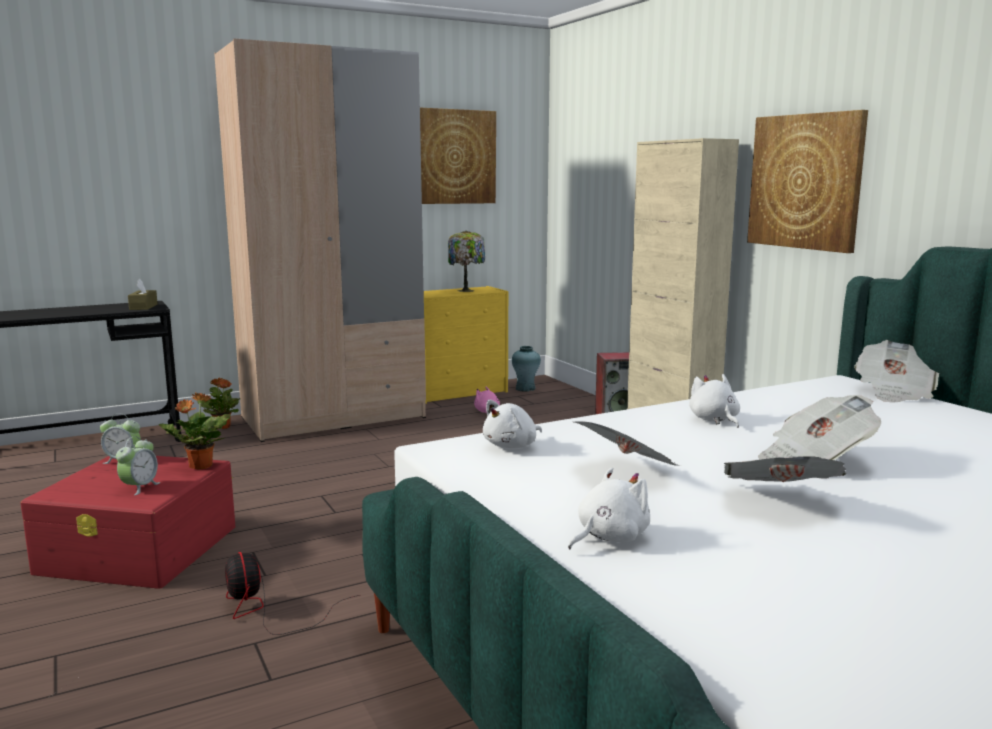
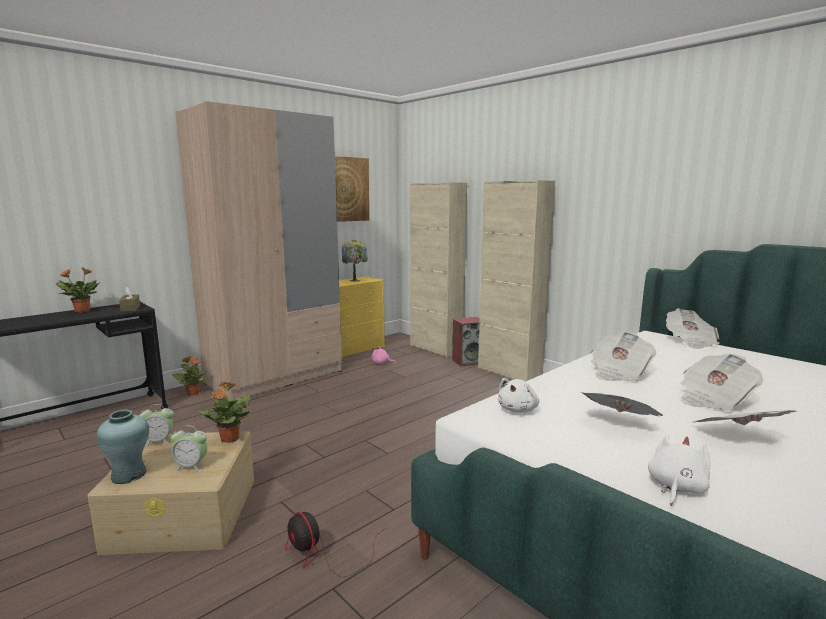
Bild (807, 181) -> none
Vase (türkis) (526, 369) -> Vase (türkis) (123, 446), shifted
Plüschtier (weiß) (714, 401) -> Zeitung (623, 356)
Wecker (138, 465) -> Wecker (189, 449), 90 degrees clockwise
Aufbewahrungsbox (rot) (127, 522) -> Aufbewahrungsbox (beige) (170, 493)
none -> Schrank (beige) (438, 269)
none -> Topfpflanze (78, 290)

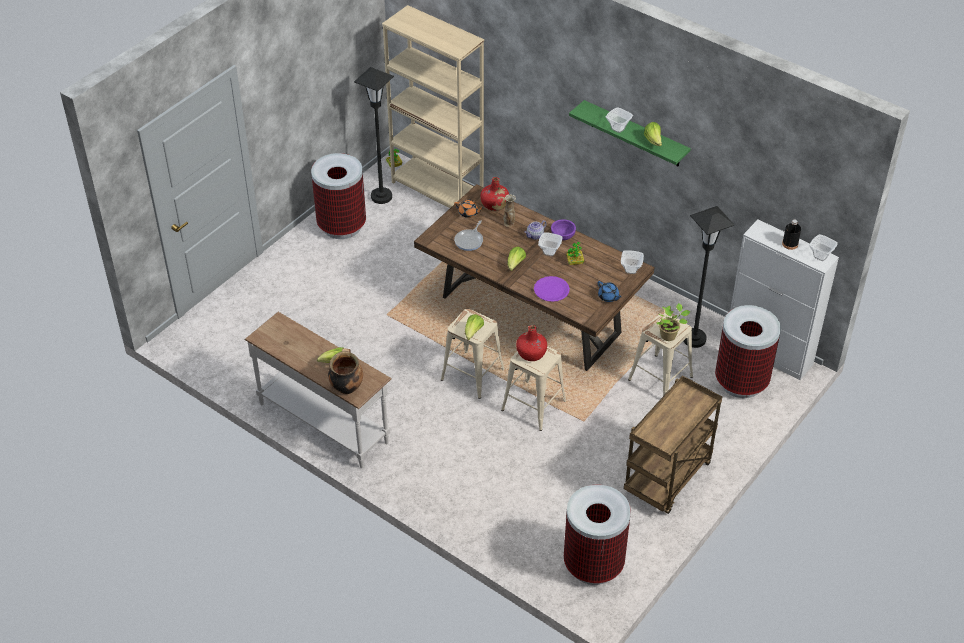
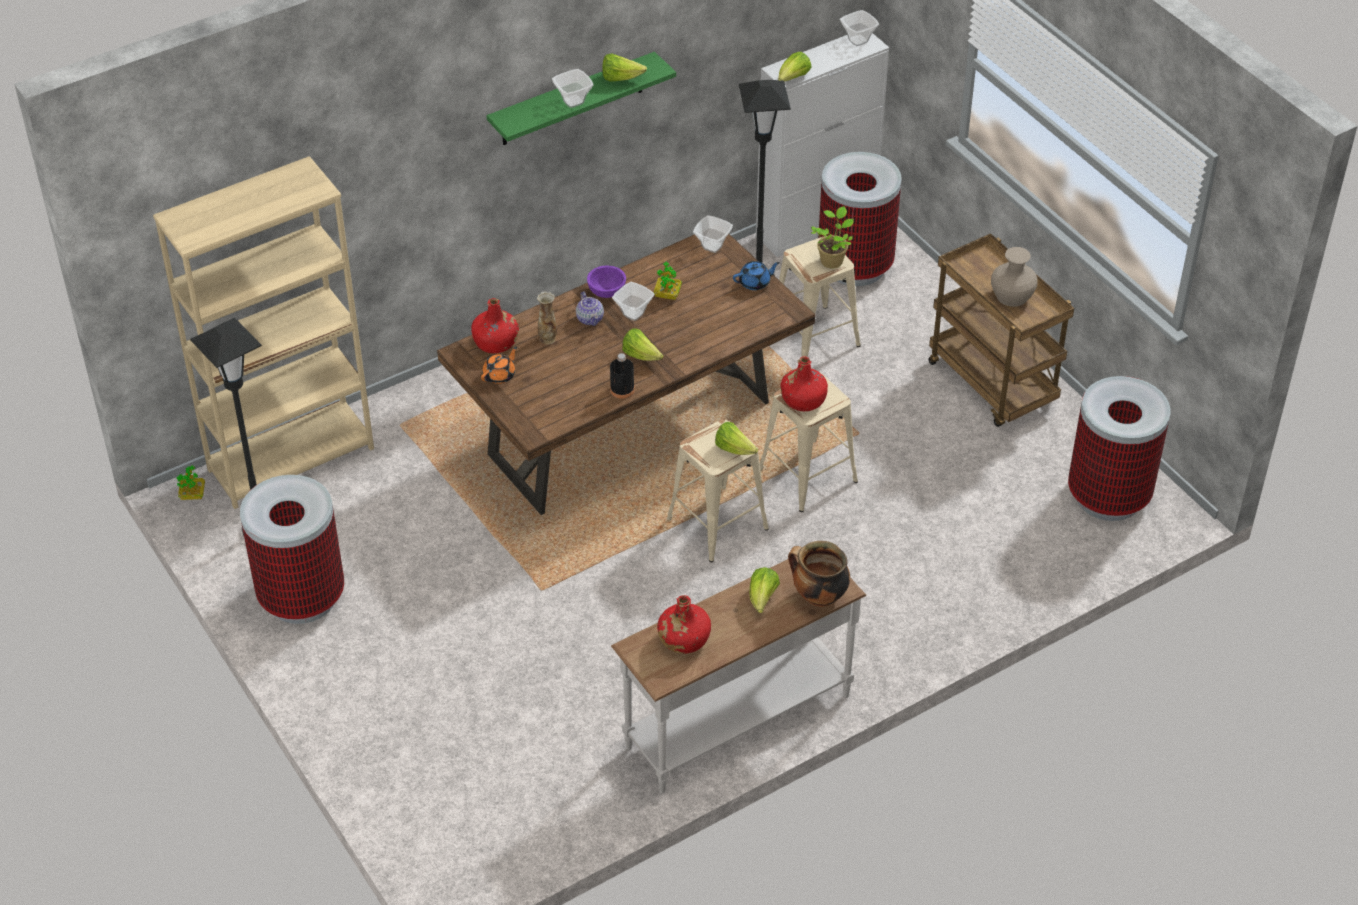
Pfanne (468, 235) -> none
Flasche (schwarz) (791, 235) -> Flasche (schwarz) (622, 376), shifted
Teller (lila) (552, 289) -> none
none -> Salatkopf (794, 67)
none -> Vase (beige) (1014, 277)
none -> Flasche (rot) (684, 624)

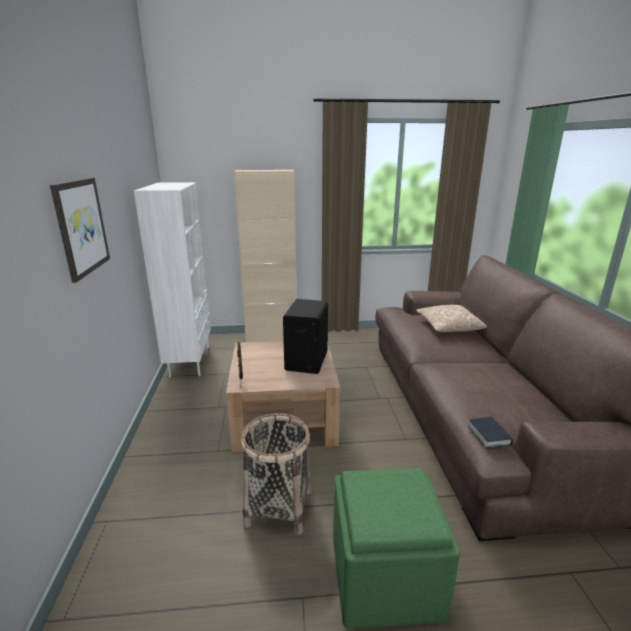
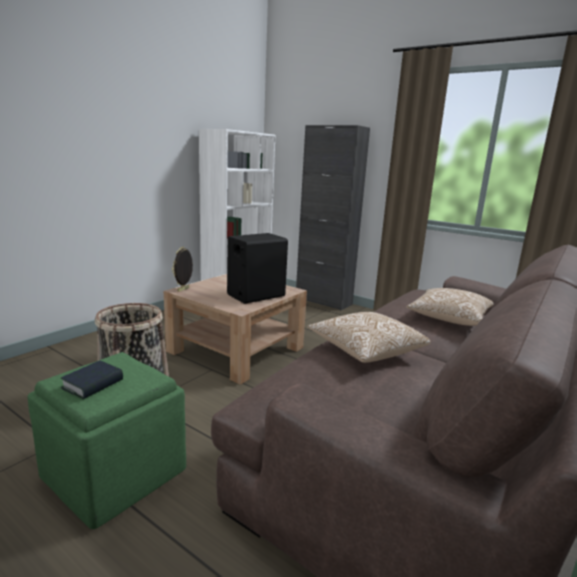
Schrank (beige) (265, 256) -> Schrank (schwarz) (333, 218)
Bild (80, 230) -> none
Buch (490, 433) -> Buch (92, 379), shifted
none -> Kissen (369, 337)

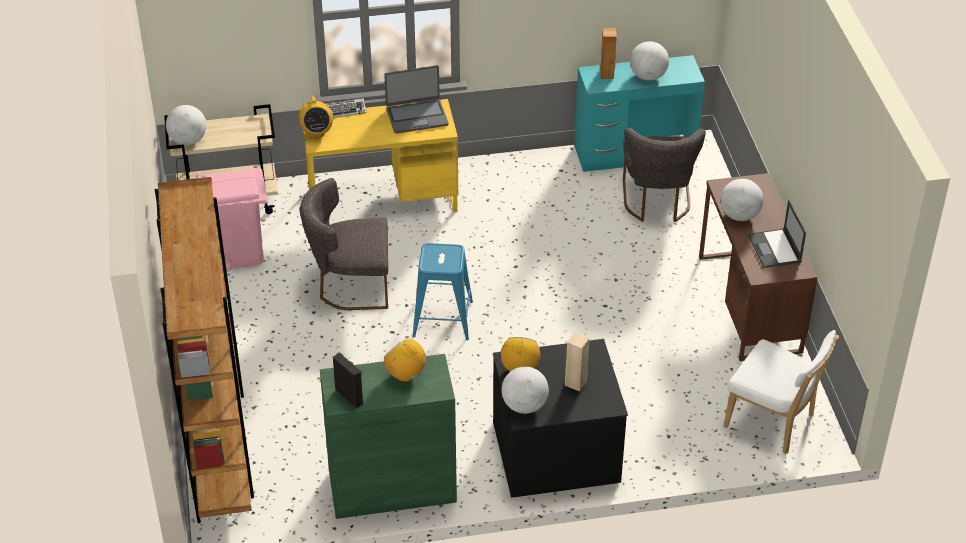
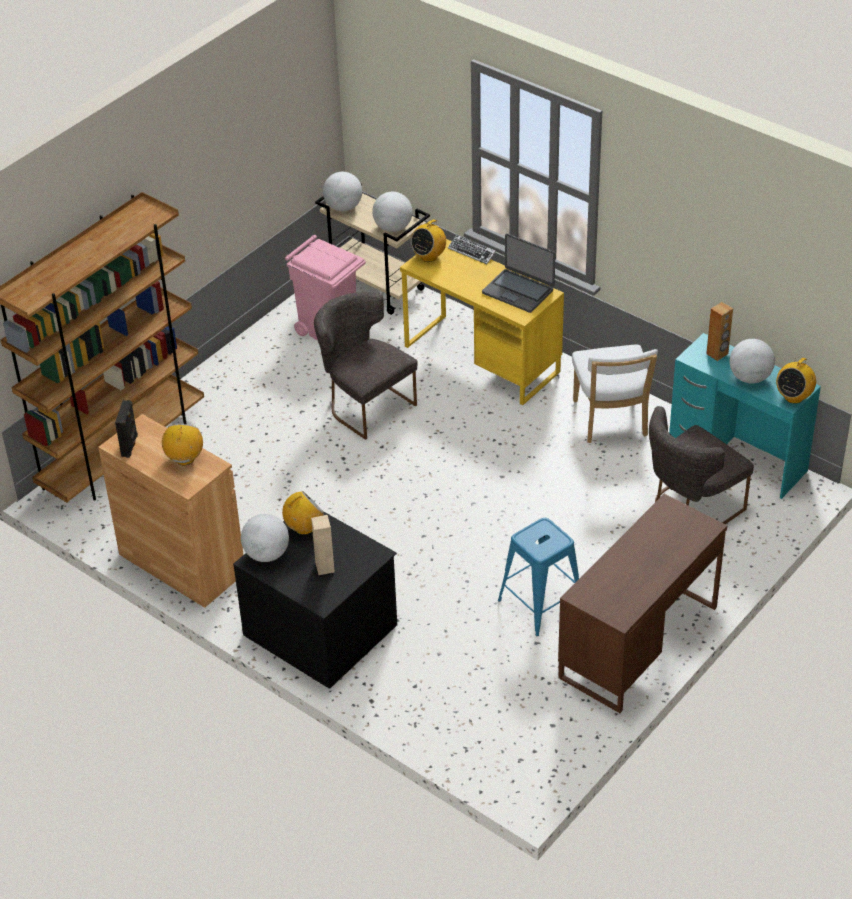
Globus (742, 200) -> Globus (392, 212), shifted
Laptop (777, 234) -> none
Hocker (blau) (442, 291) -> Hocker (blau) (538, 577), shifted
Stuhl (weiß) (781, 392) -> Stuhl (weiß) (615, 394), shifted
Schrank (grün) (388, 436) -> Schrank (braun) (171, 511)
none -> Radio (796, 379)

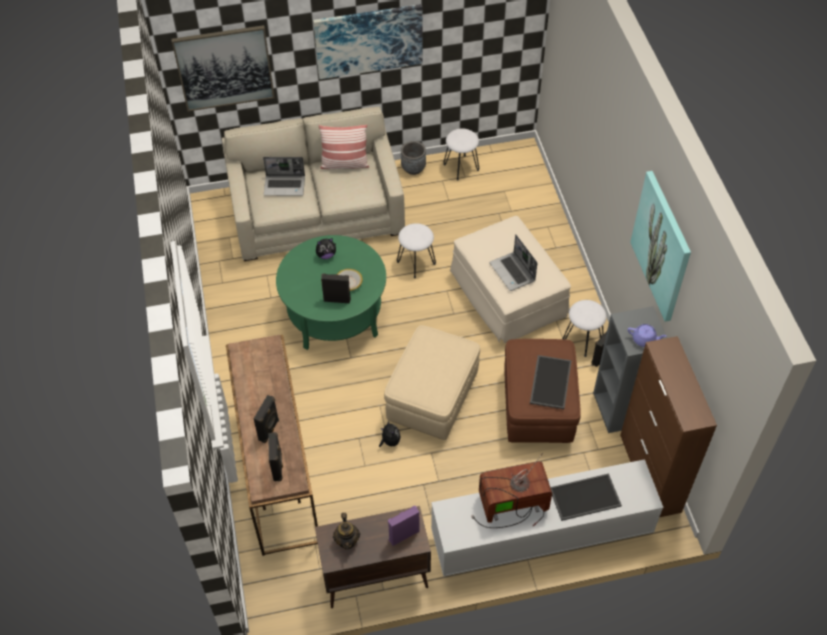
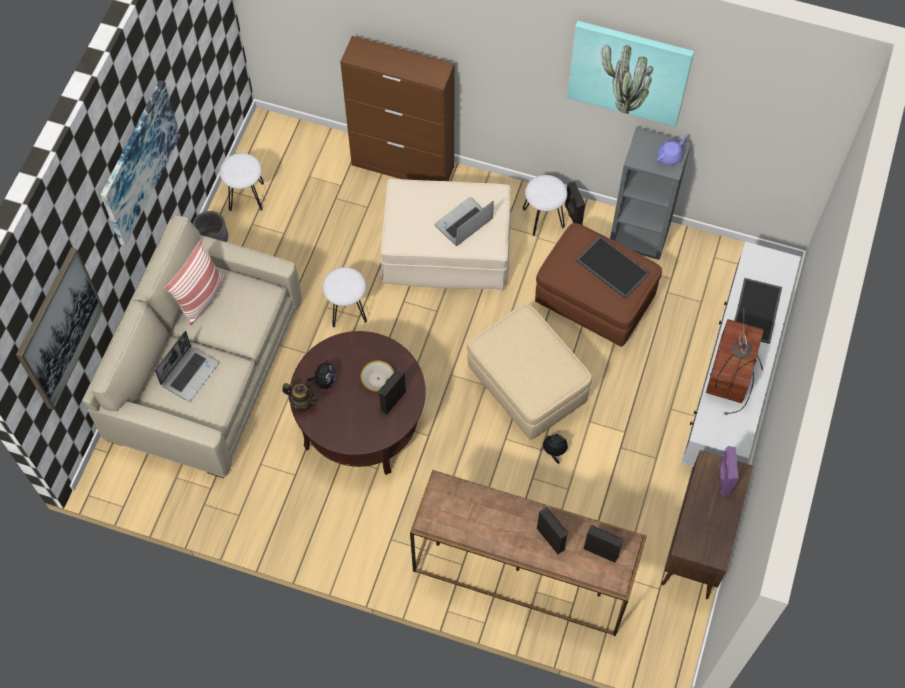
Couchtisch (grün) (331, 292) -> Couchtisch (braun) (357, 403)
Laptop (514, 263) -> Laptop (464, 221), 135 degrees clockwise
Schrank (braun) (668, 426) -> Schrank (braun) (397, 108), shifted
Teekanne (346, 531) -> Teekanne (300, 397), shifted

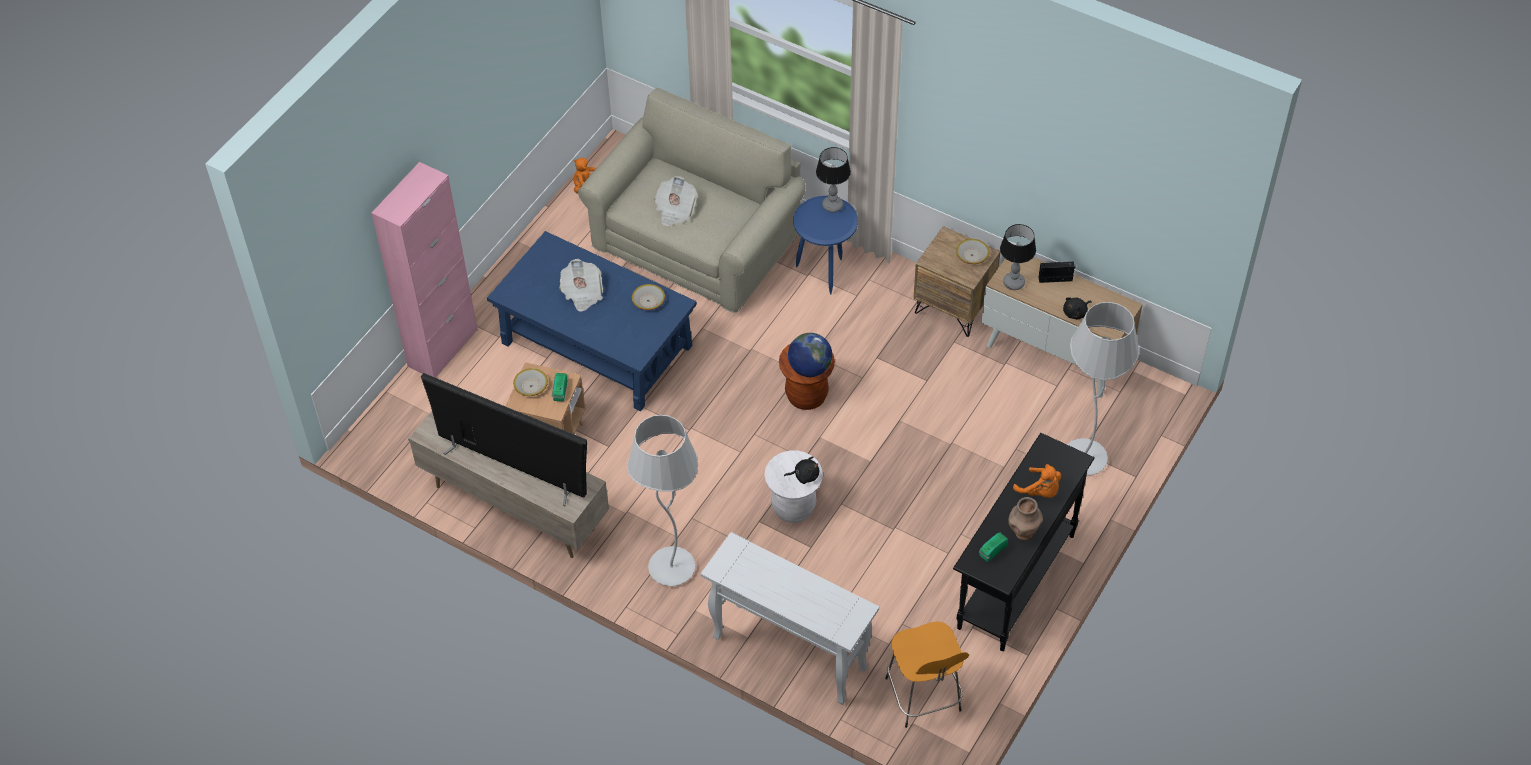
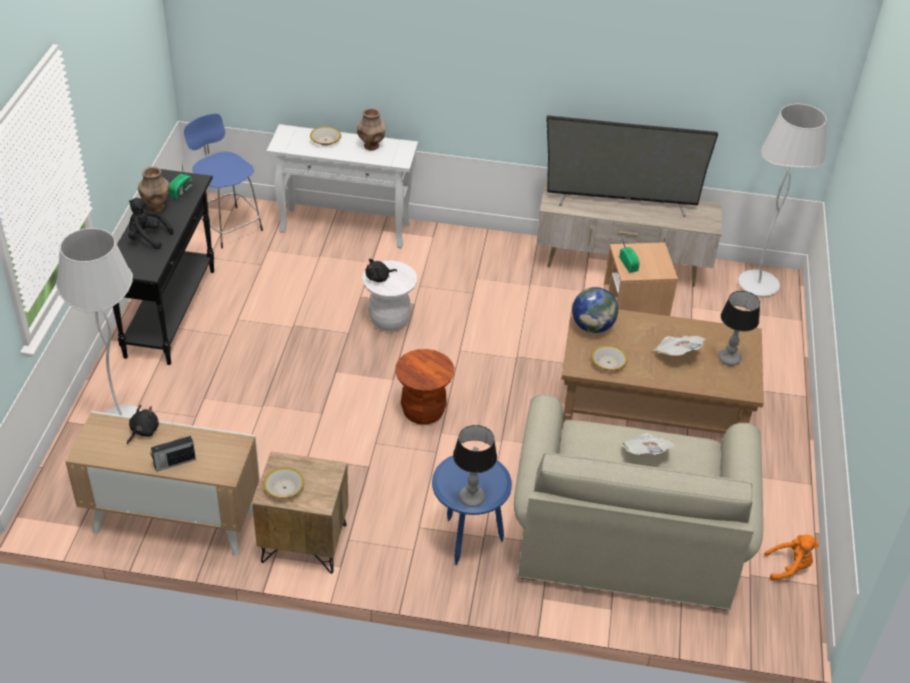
Schrank (rosa) (425, 270) -> none
Tischlampe (1018, 257) -> Tischlampe (739, 328), shifted
Couchtisch (blau) (592, 321) -> Couchtisch (braun) (662, 368)
Globus (810, 355) -> Globus (595, 310), shifted
Schüssel (530, 382) -> Schüssel (325, 136), shifted
Stehlampe (weiß) (662, 500) -> Stehlampe (weiß) (782, 200), shifted
Plüschtier (orange) (1037, 481) -> Plüschtier (schwarz) (151, 223)
Hocker (orange) (927, 674) -> Hocker (blau) (223, 181)
none -> Vase (braun) (371, 129)

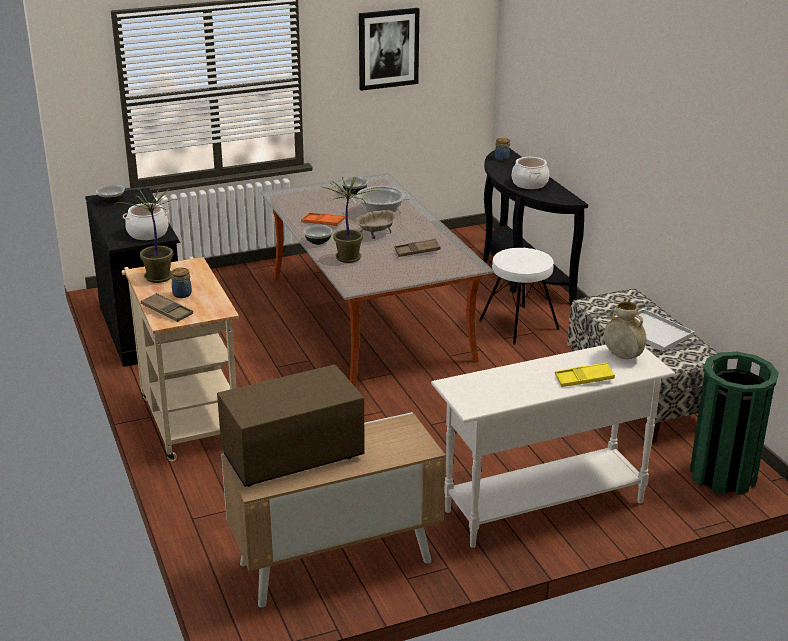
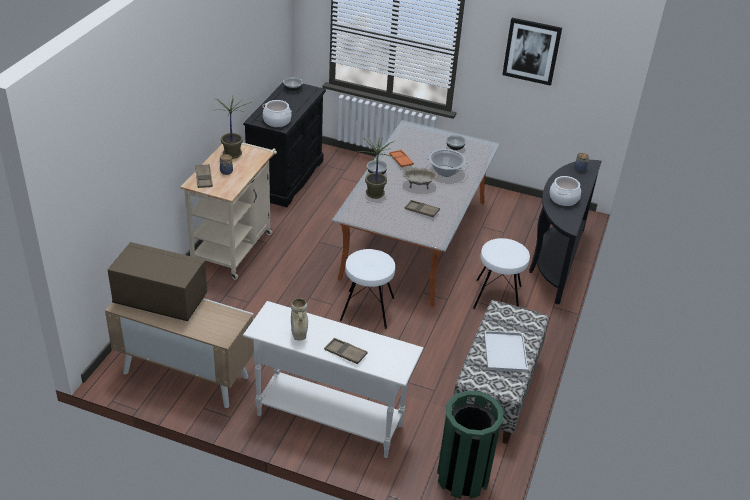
Vase (beige) (625, 330) -> Vase (beige) (299, 319), shifted
Tablett (gelb) (585, 374) -> Tablett (braun) (345, 351)
none -> Hocker (weiß) (367, 289)

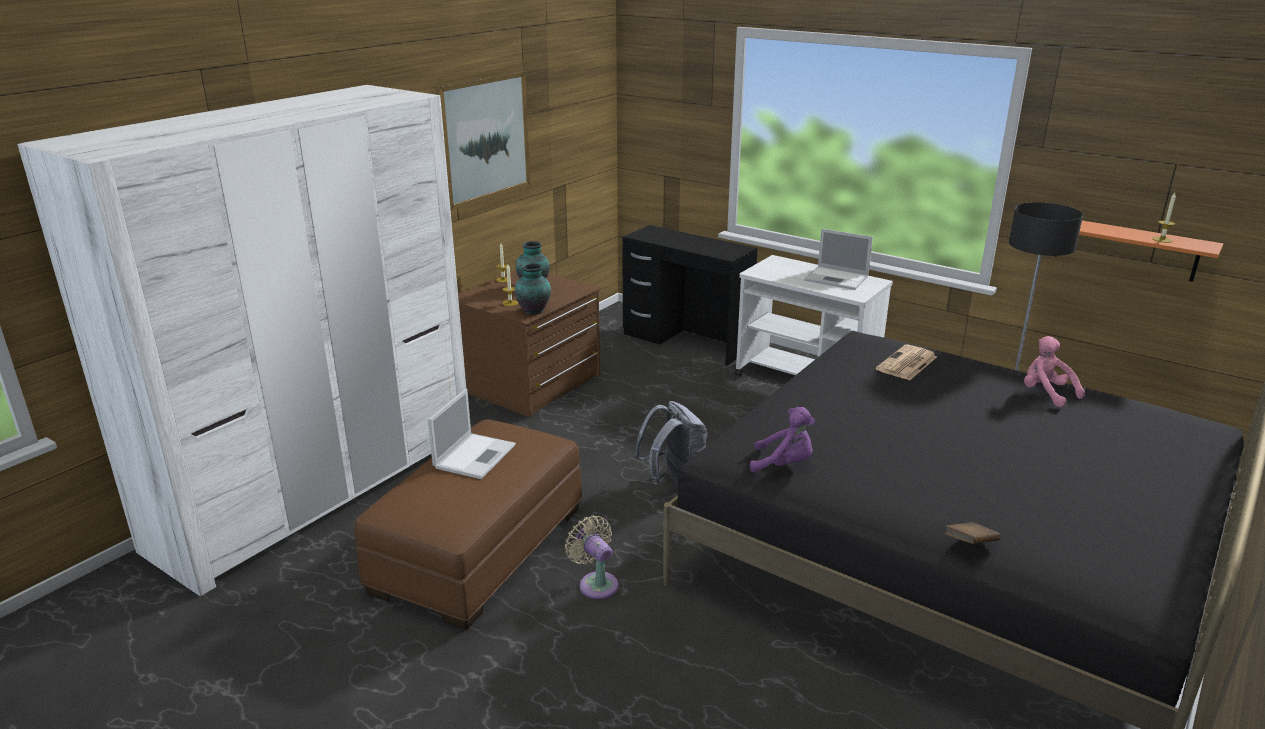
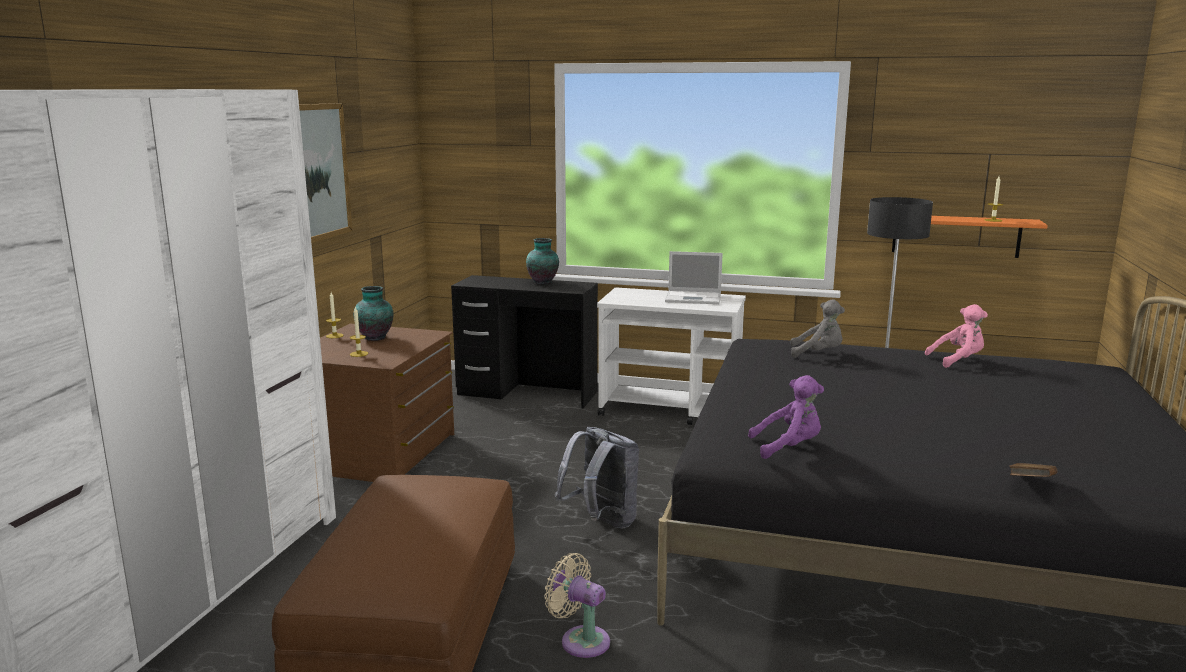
Vase (533, 289) -> Vase (542, 261), shifted
Plüschtier (rosa) (1054, 371) -> Plüschtier (rosa) (956, 336), 135 degrees clockwise
Zeitung (906, 362) -> Plüschtier (grau) (818, 328)
Laptop (472, 434) -> none

